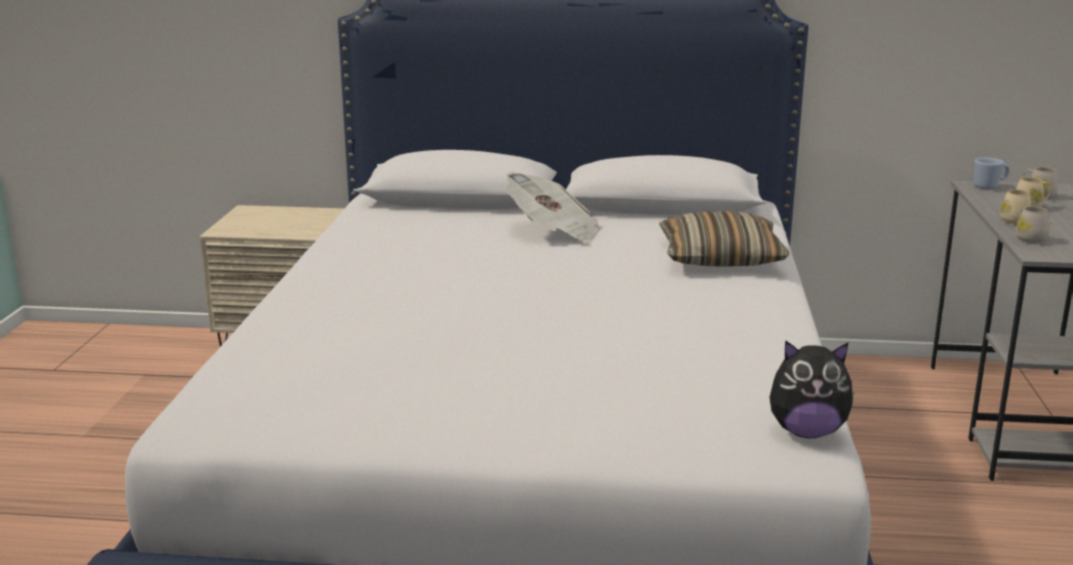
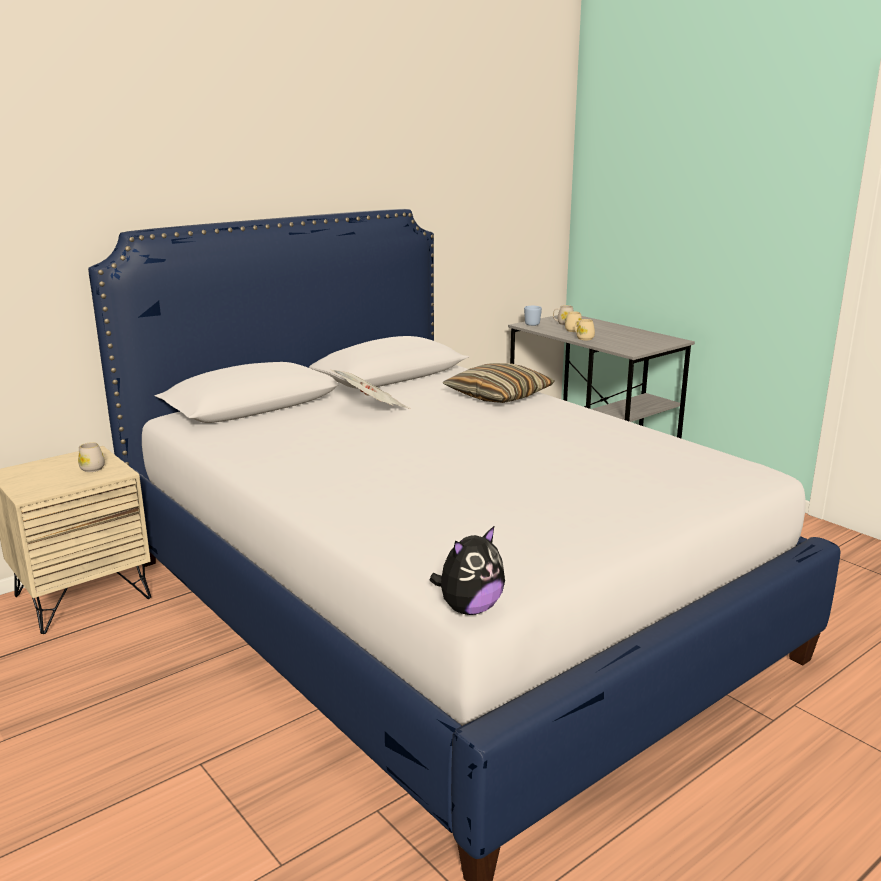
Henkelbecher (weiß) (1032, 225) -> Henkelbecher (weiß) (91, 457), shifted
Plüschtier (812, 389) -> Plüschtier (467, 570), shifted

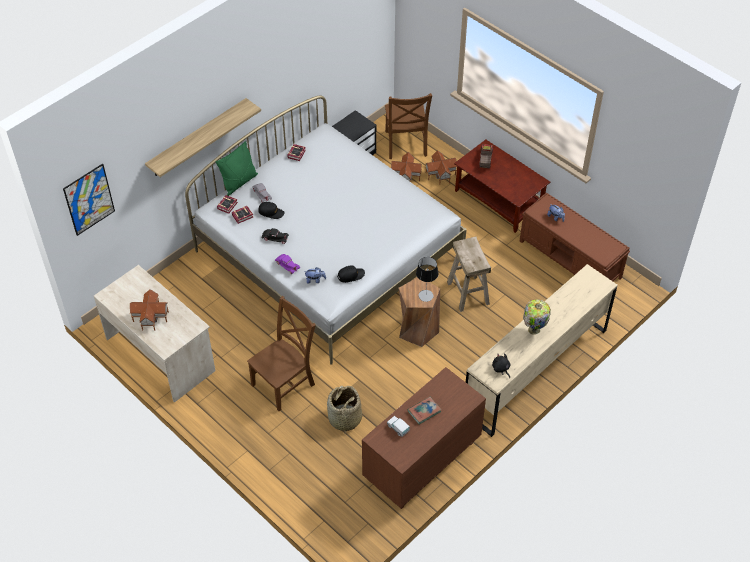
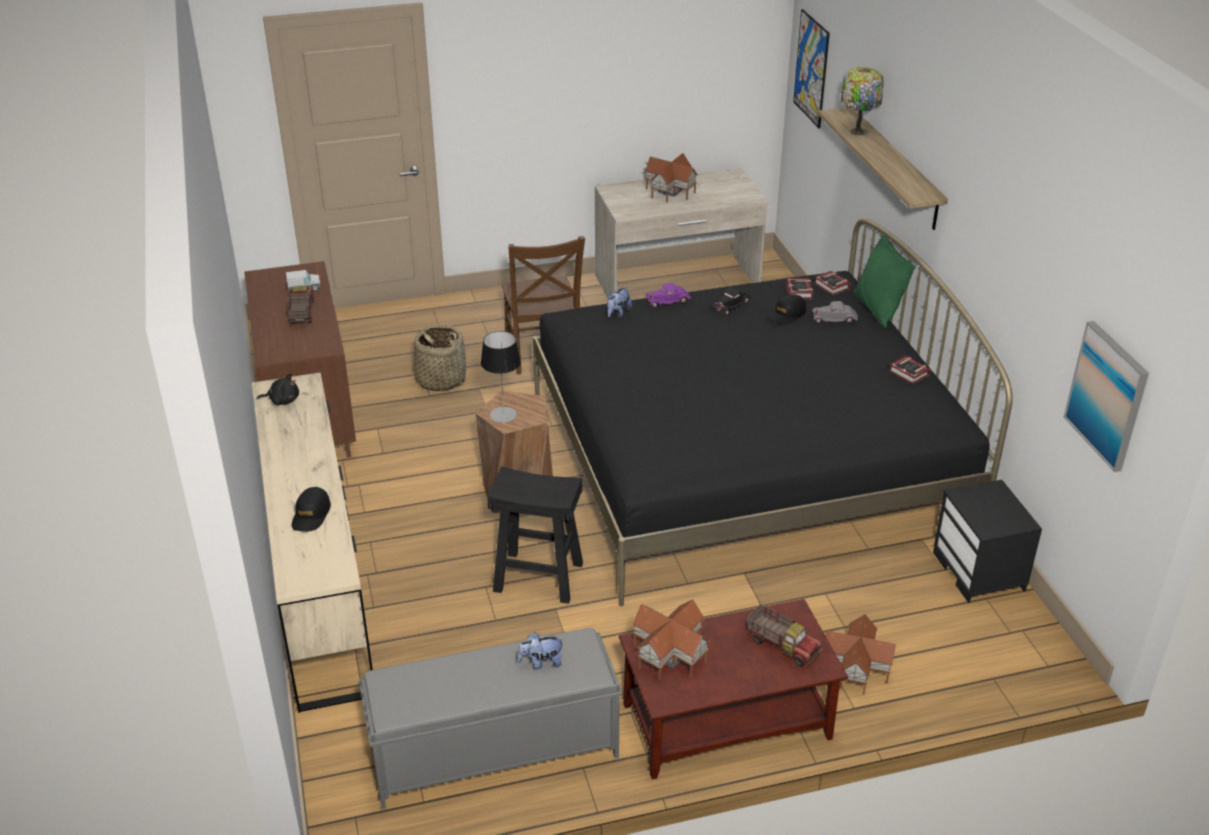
Stuhl (braun) (408, 126) -> none
Bett (weiß) (326, 230) -> Bett (schwarz) (773, 412)
Spielzeughaus (406, 166) -> Spielzeughaus (671, 640), shifted
Bank (braun) (575, 236) -> Bank (grau) (490, 718)
Hocker (beige) (469, 274) -> Hocker (schwarz) (535, 535)
Kappe (schwarz) (351, 274) -> Kappe (schwarz) (311, 509), shifted
Tischlampe (537, 317) -> Tischlampe (862, 101), shifted
Buch (424, 410) -> Spielzeuglaster (300, 305)
none -> Bild (1106, 396)

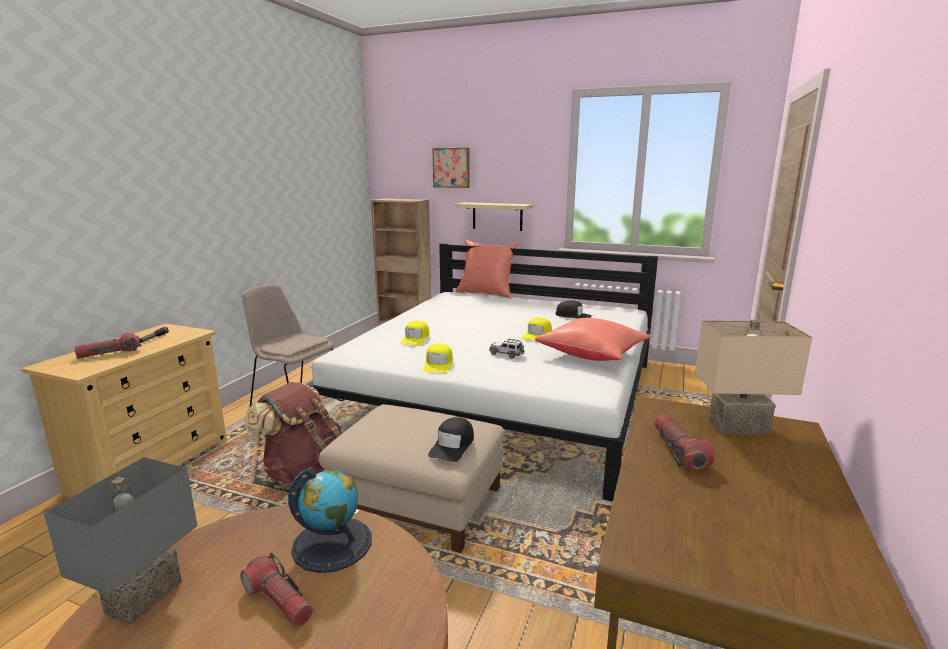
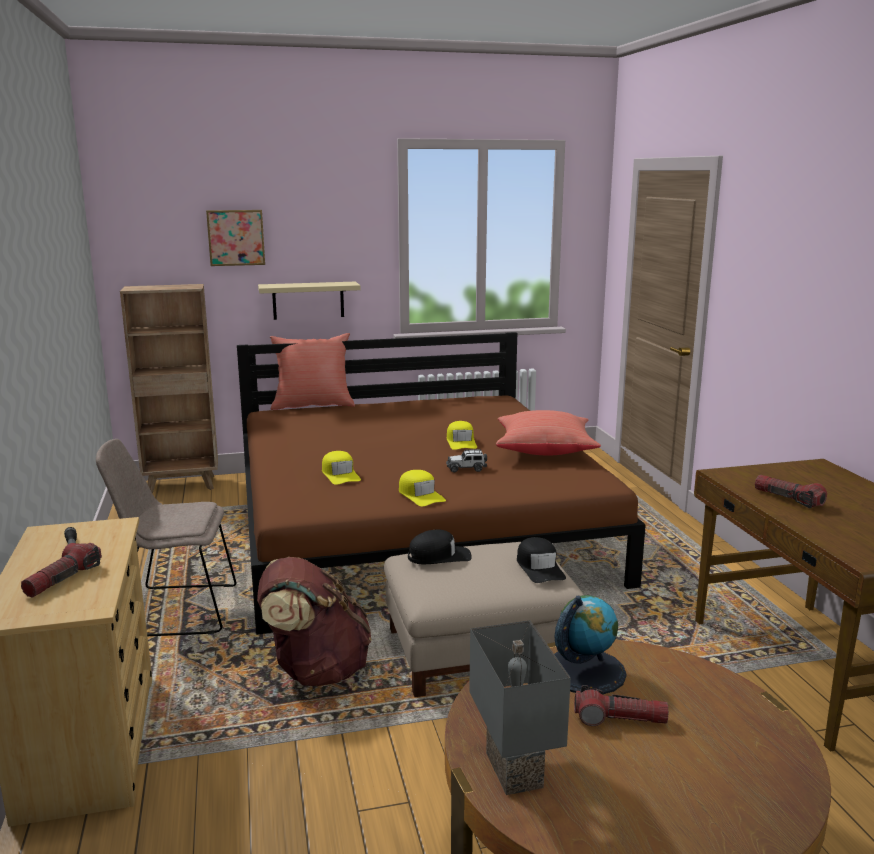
Bett (weiß) (481, 372) -> Bett (braun) (441, 483)
Kappe (schwarz) (573, 309) -> Kappe (schwarz) (440, 546), shifted
Tischlampe (beige) (753, 377) -> none

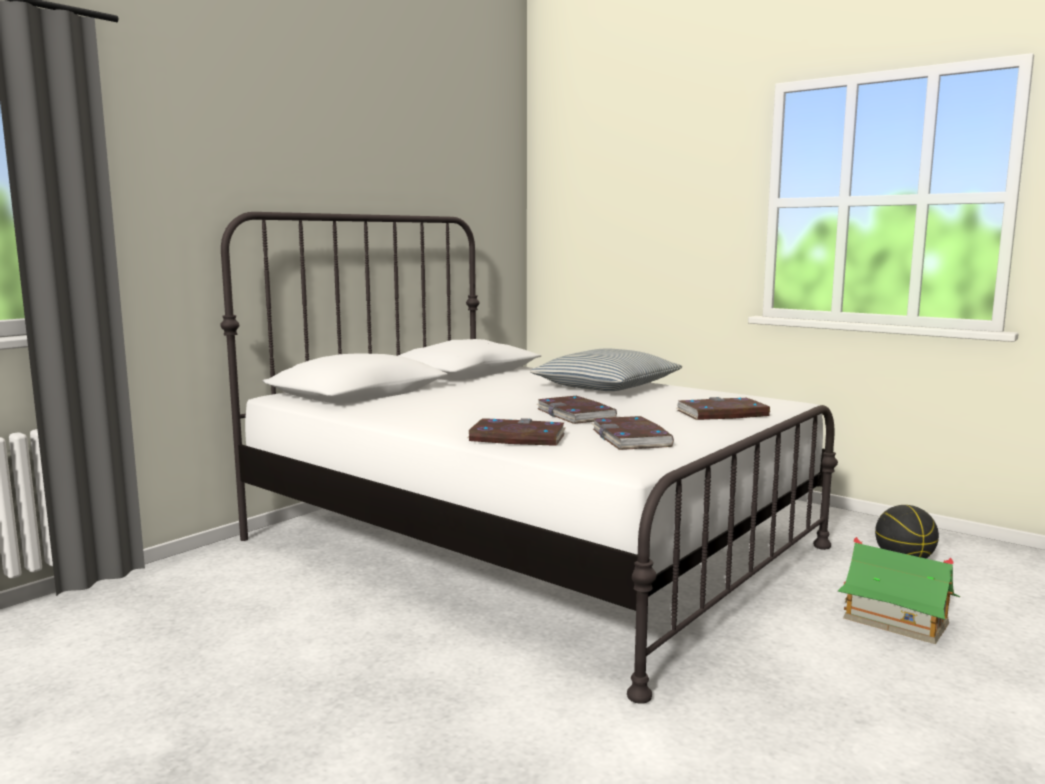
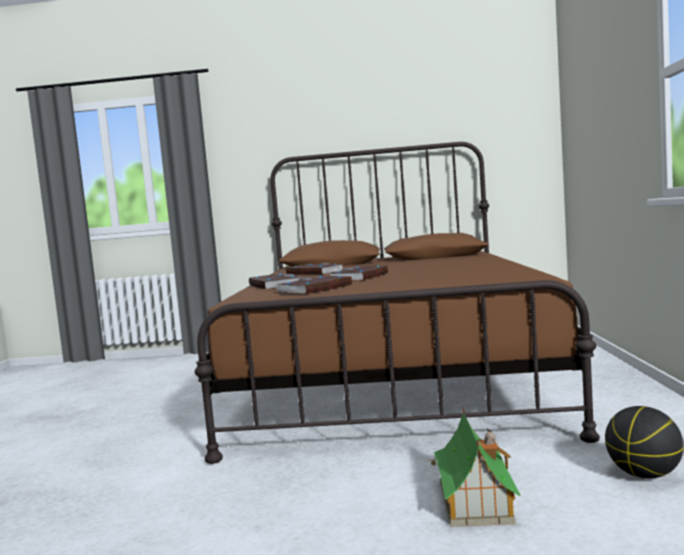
Bett (weiß) (529, 458) -> Bett (braun) (397, 303)
Kissen (606, 370) -> none
Buch (723, 408) -> Buch (314, 268), shifted

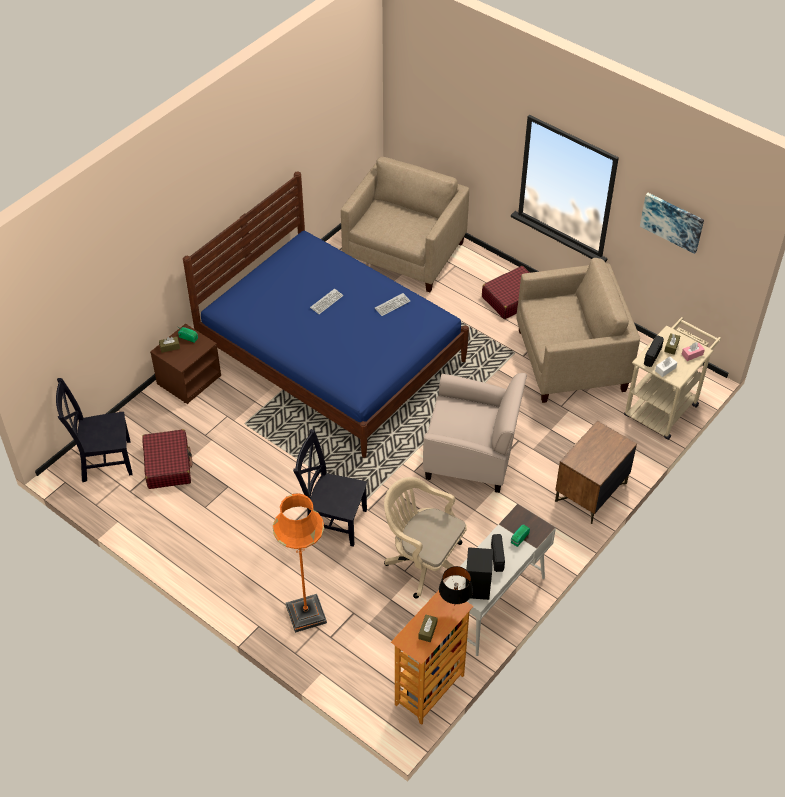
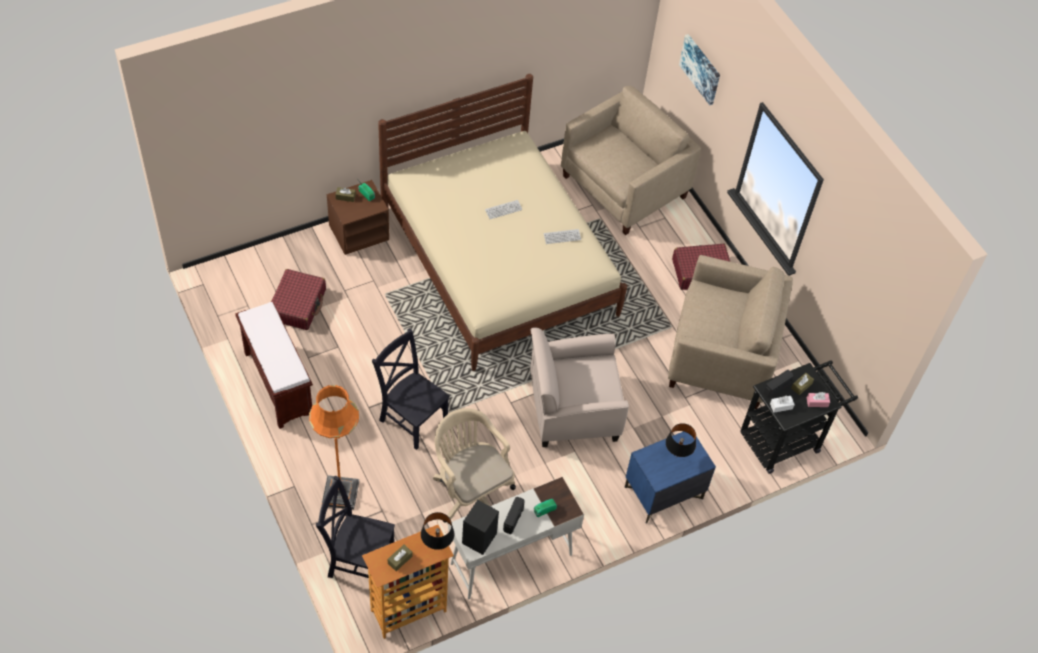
Bett (blau) (326, 314) -> Bett (beige) (502, 222)
Bild (672, 223) -> Bild (699, 69), shifted
Rollwagen (beige) (672, 378) -> Rollwagen (schwarz) (799, 417)
Sessel (beige) (475, 433) -> Sessel (beige) (579, 387), 135 degrees clockwise
Stuhl (schwarz) (94, 430) -> Stuhl (schwarz) (355, 526), shifted
Nachttisch (braun) (596, 472) -> Nachttisch (blau) (670, 477)
none -> Bank (braun) (274, 365)
none -> Tischlampe (schwarz) (681, 440)

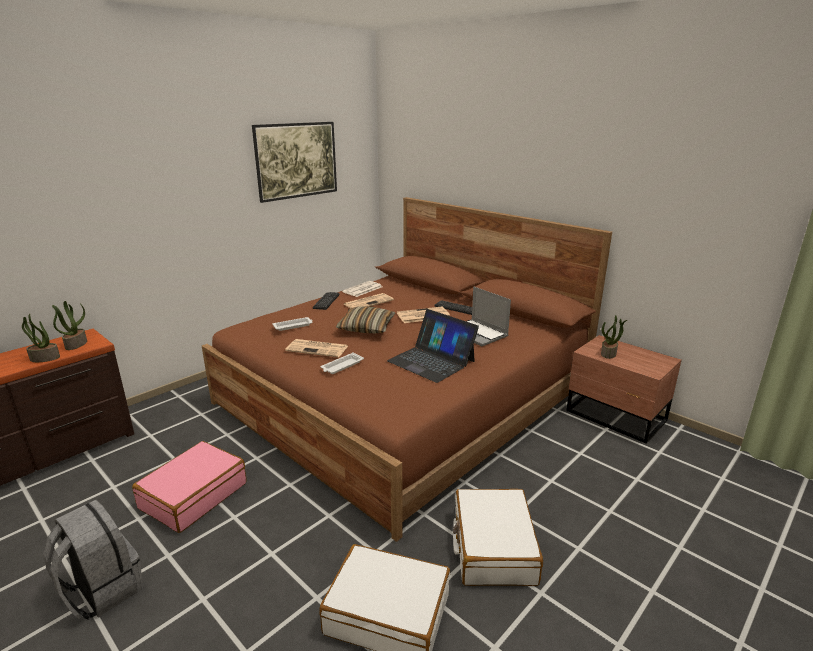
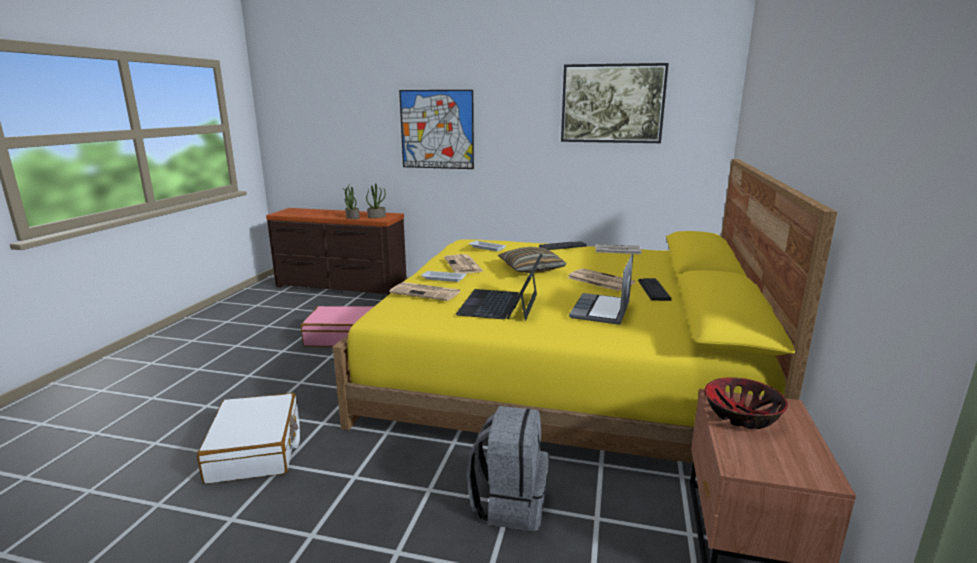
Bett (braun) (407, 369) -> Bett (gelb) (585, 311)
Zeitung (369, 300) -> Zeitung (425, 291), shifted
Topfpflanze (614, 337) -> Schüssel (746, 403)
Koffer (weiß) (498, 537) -> none
Rucksack (grau) (93, 560) -> Rucksack (grau) (508, 468), shifted
none -> Bild (436, 129)

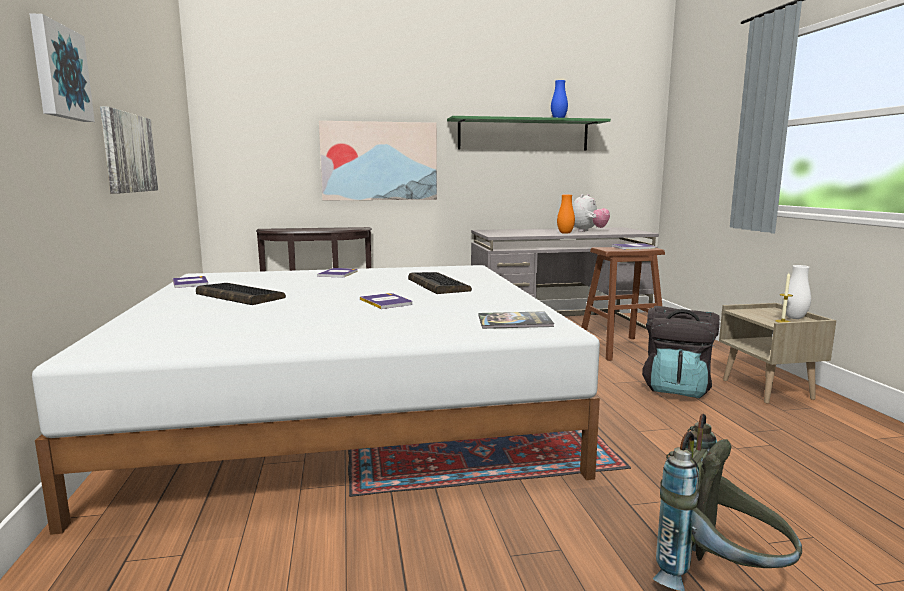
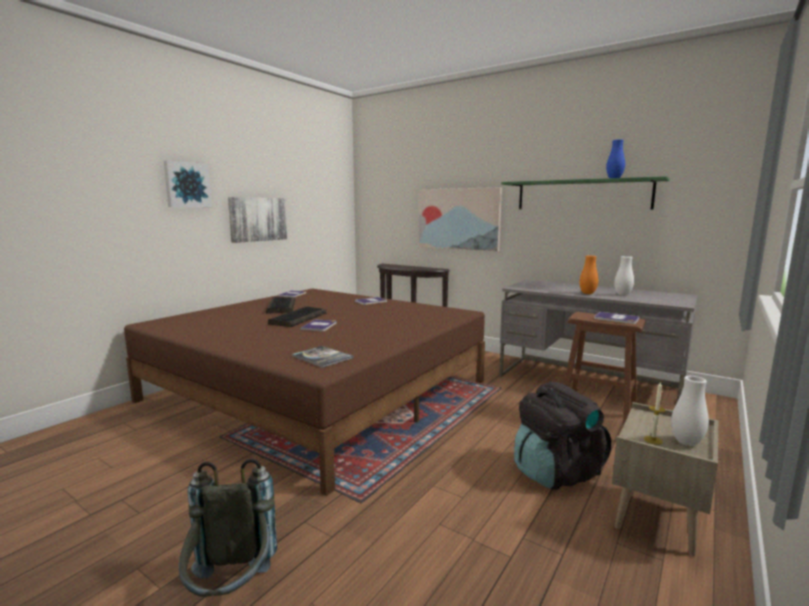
Plüschtier (591, 213) -> Vase (weiß) (624, 275)
Bett (weiß) (316, 400) -> Bett (braun) (304, 392)
Tastatur (440, 283) -> Tastatur (297, 316), shifted

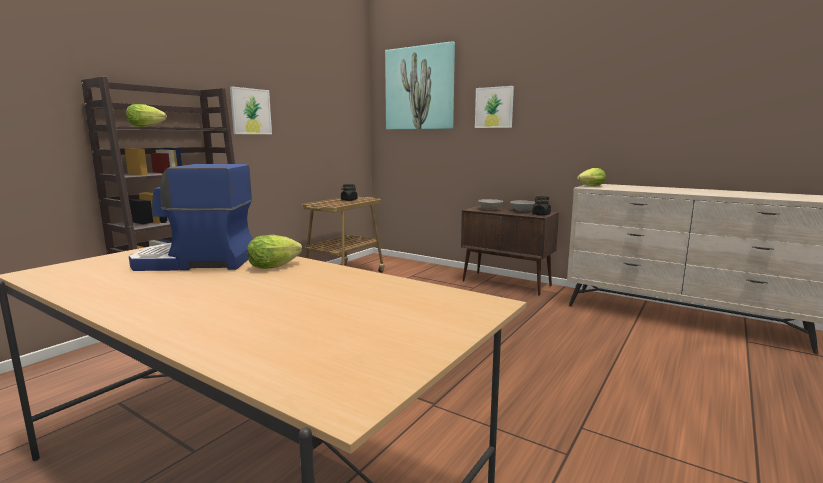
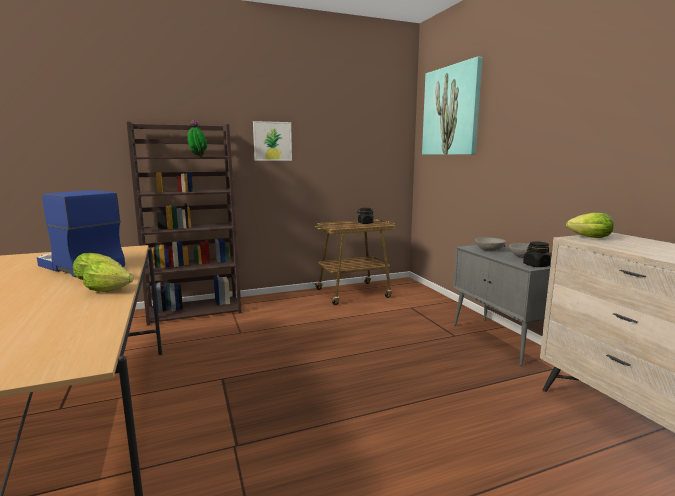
Bild (494, 107) -> none
Salatkopf (146, 115) -> Salatkopf (108, 276), shifted
Schrank (braun) (510, 250) -> Schrank (grau) (502, 305)
none -> Topfpflanze (197, 138)

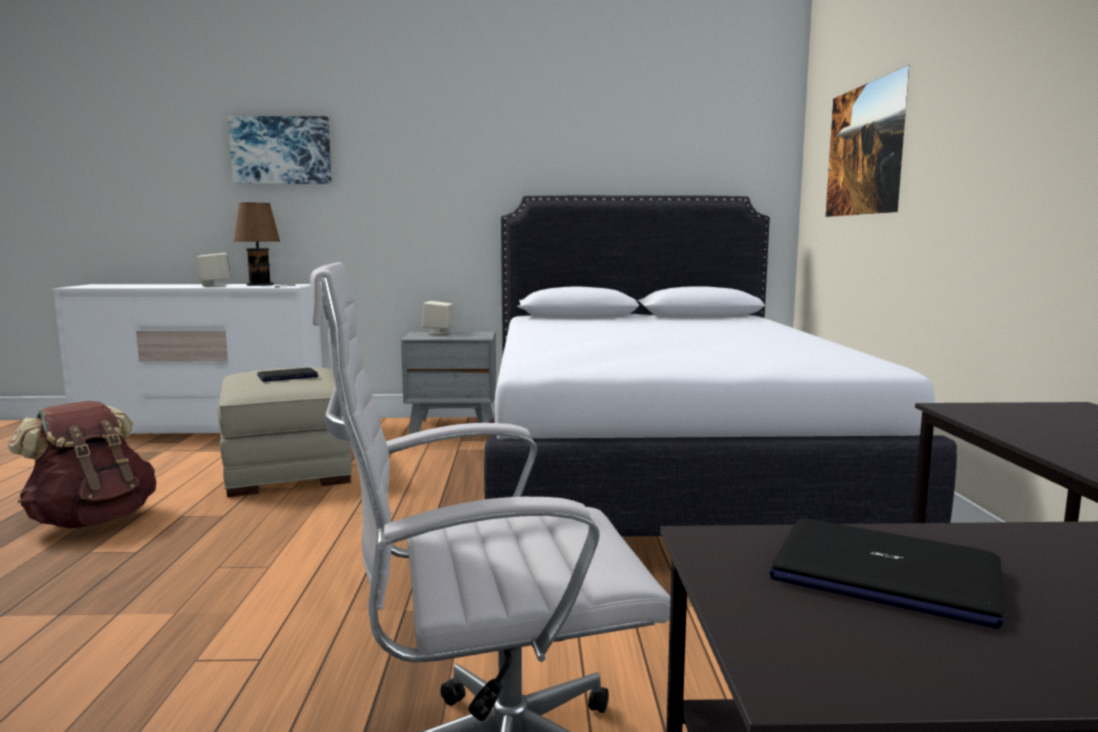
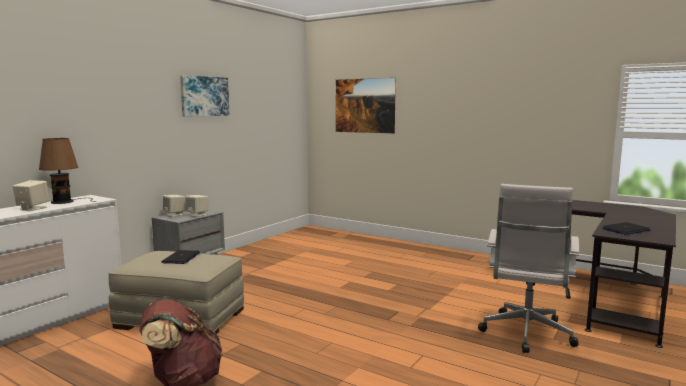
Bild (280, 150) -> Bild (204, 95), shifted
Bett (weiß) (720, 365) -> none
none -> Lautsprecher (beige) (196, 206)

